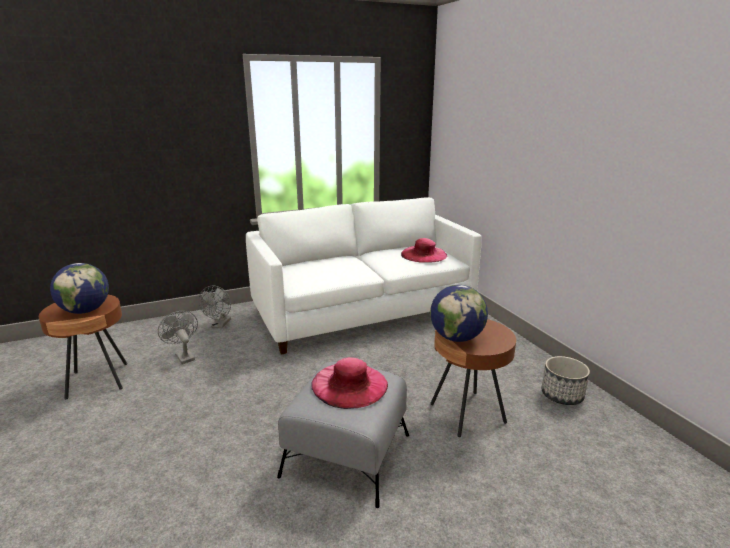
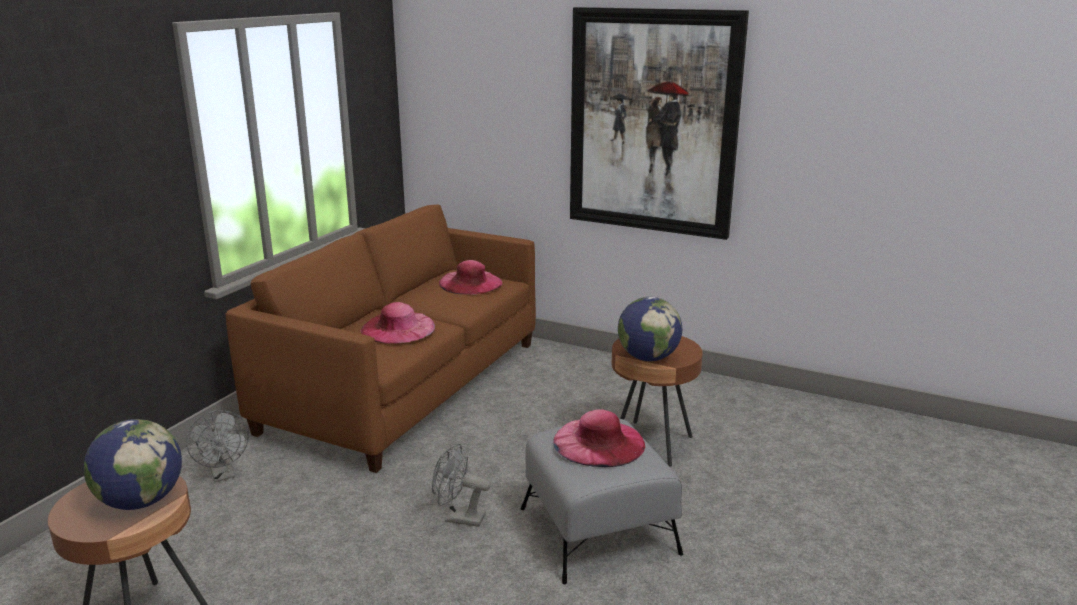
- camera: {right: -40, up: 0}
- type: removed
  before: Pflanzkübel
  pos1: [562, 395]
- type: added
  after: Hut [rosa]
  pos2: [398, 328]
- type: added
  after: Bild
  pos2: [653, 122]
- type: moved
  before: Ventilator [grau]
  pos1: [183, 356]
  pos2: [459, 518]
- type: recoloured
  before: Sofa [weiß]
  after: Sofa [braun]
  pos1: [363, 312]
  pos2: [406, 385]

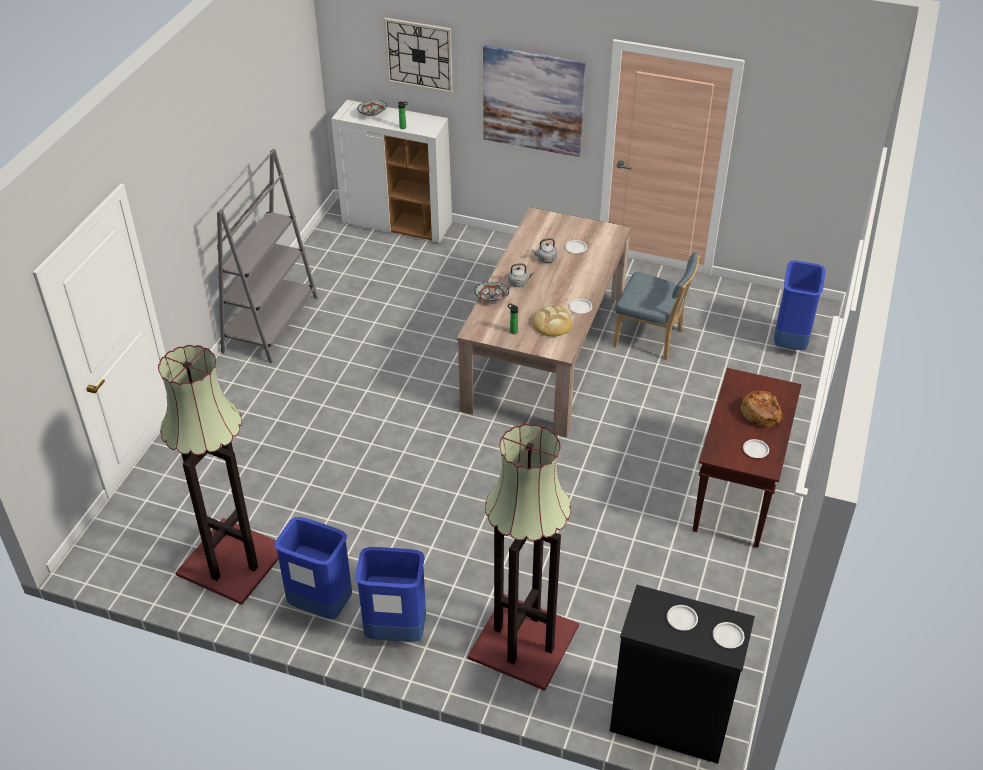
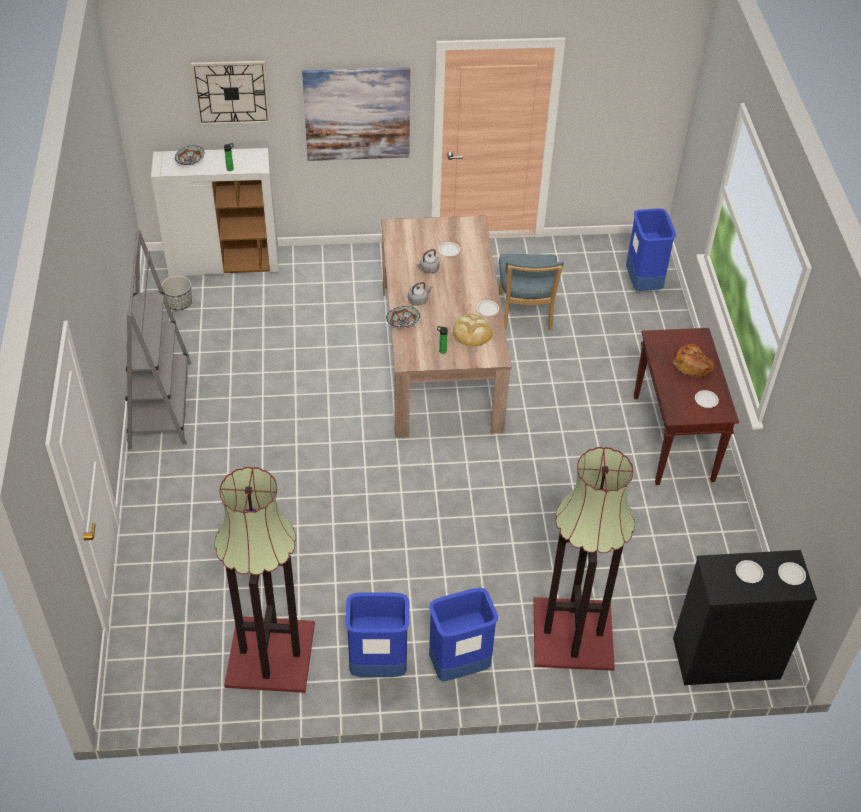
- camera: {right: -25, up: 5}
- type: added
  after: Pflanzkübel
  pos2: [178, 303]
- type: turned
  before: Stuhl [blau]
  pos1: [651, 339]
  pos2: [525, 314]
  turn: 90

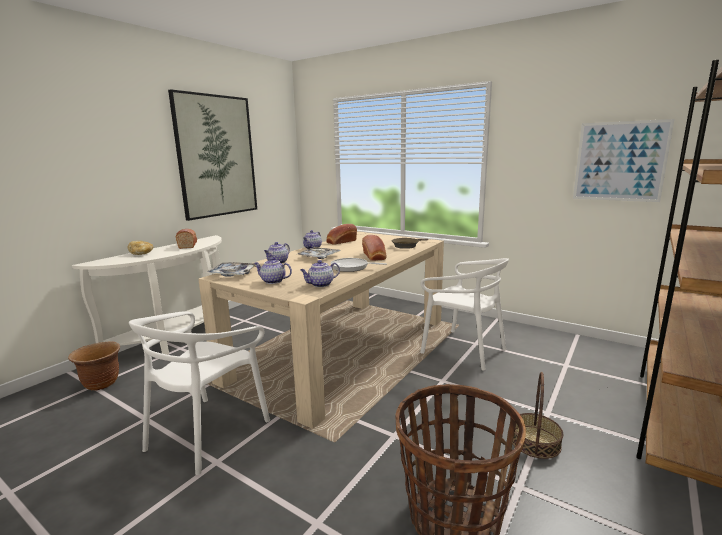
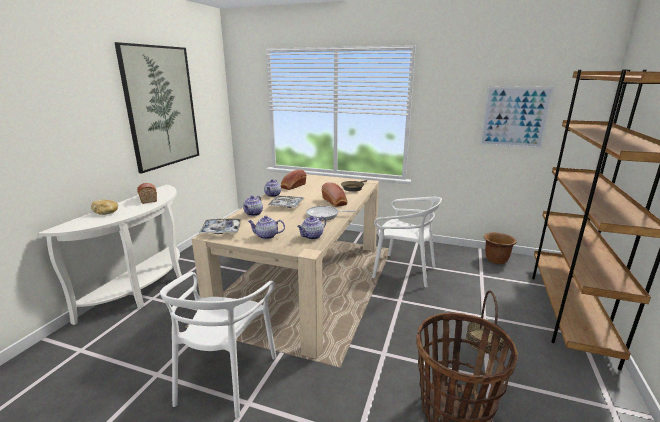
- camera: {right: -15, up: 5}
- type: moved
  before: Pflanzkübel [braun]
  pos1: [101, 383]
  pos2: [496, 260]

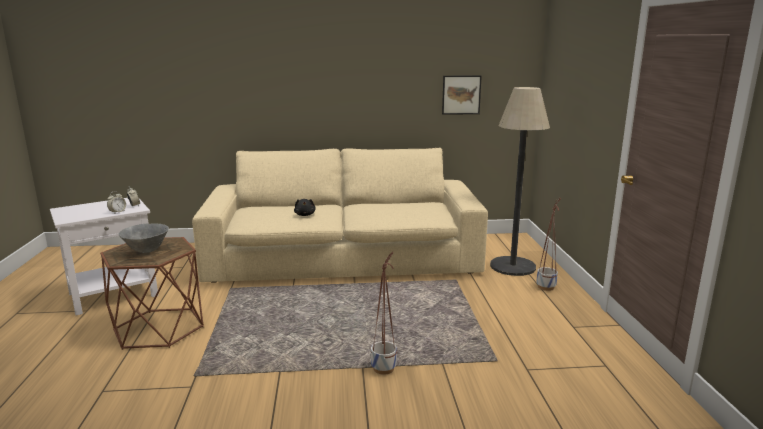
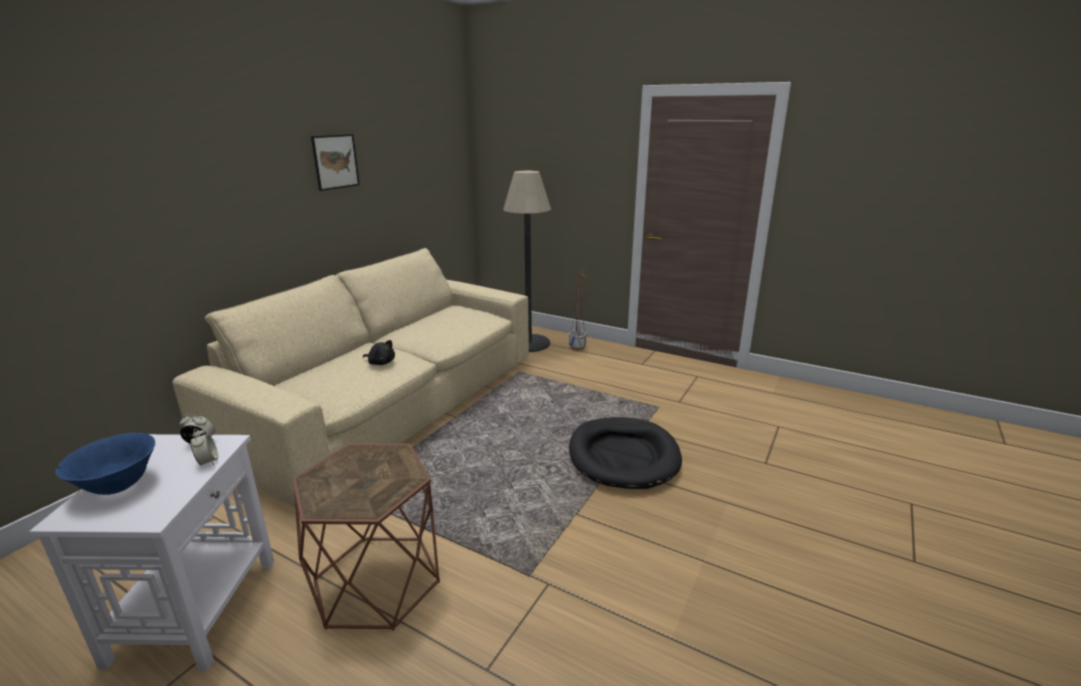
- camera: {right: -55, up: 5}
- type: removed
  before: Schüssel [grau]
  pos1: [146, 251]
- type: added
  after: Schüssel [blau]
  pos2: [118, 487]
- type: moved
  before: Bild
  pos1: [461, 95]
  pos2: [335, 161]
- type: replaced
  before: Pflanzkübel
  after: Hundebett [schwarz]
  pos1: [384, 368]
  pos2: [623, 456]

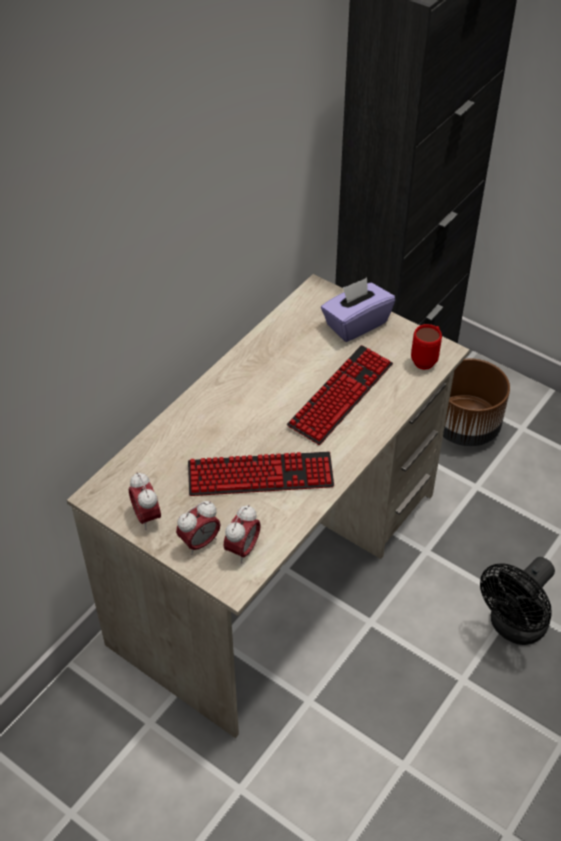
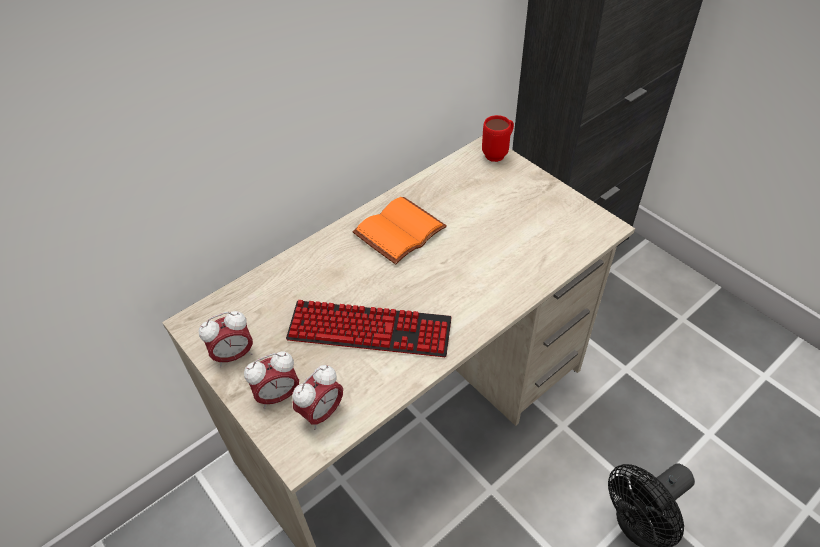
- camera: {right: 15, up: 0}
- type: removed
  before: Tastatur
  pos1: [341, 395]
- type: removed
  before: Taschentuchbox [lila]
  pos1: [356, 323]
- type: removed
  before: Pflanzkübel [braun]
  pos1: [465, 426]
- type: added
  after: Buch [orange]
  pos2: [400, 233]
- type: moved
  before: Henkelbecher [rot]
  pos1: [426, 359]
  pos2: [498, 153]
- type: turned
  before: Wecker
  pos1: [147, 516]
  pos2: [234, 355]
  turn: -105

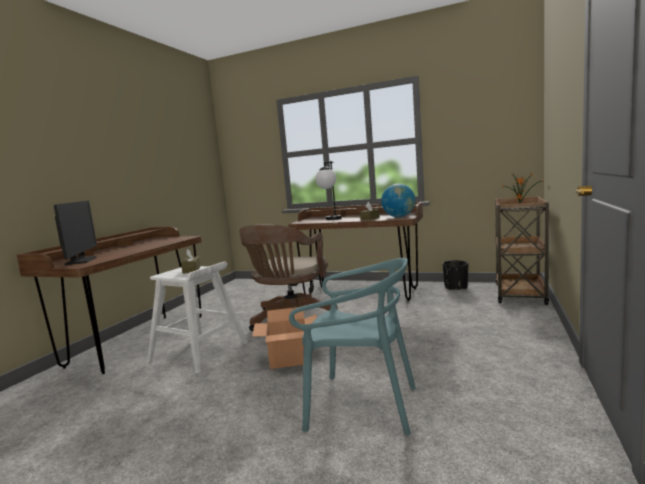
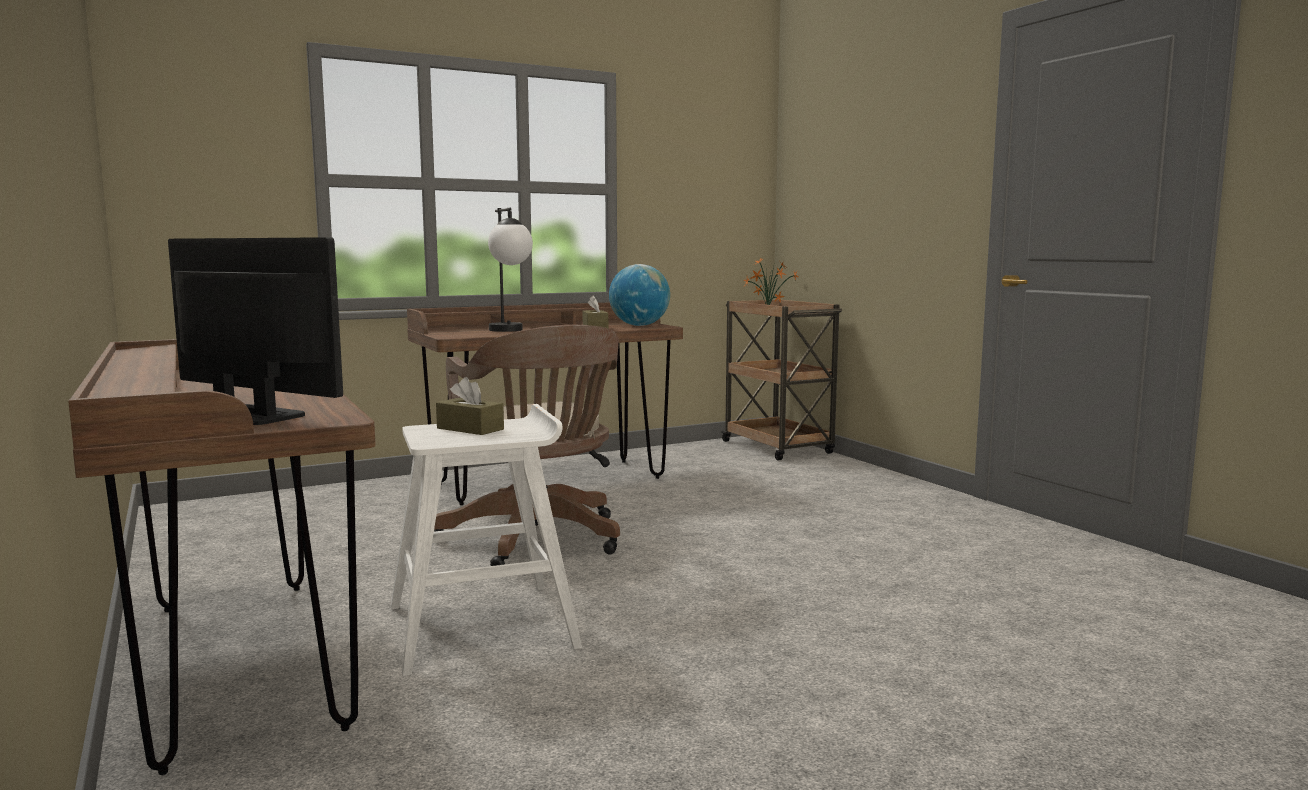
- camera: {right: -50, up: 0}
- type: removed
  before: Karton
  pos1: [290, 358]
- type: removed
  before: Stuhl [türkis]
  pos1: [361, 405]
- type: removed
  before: Pflanzkübel [schwarz]
  pos1: [456, 287]

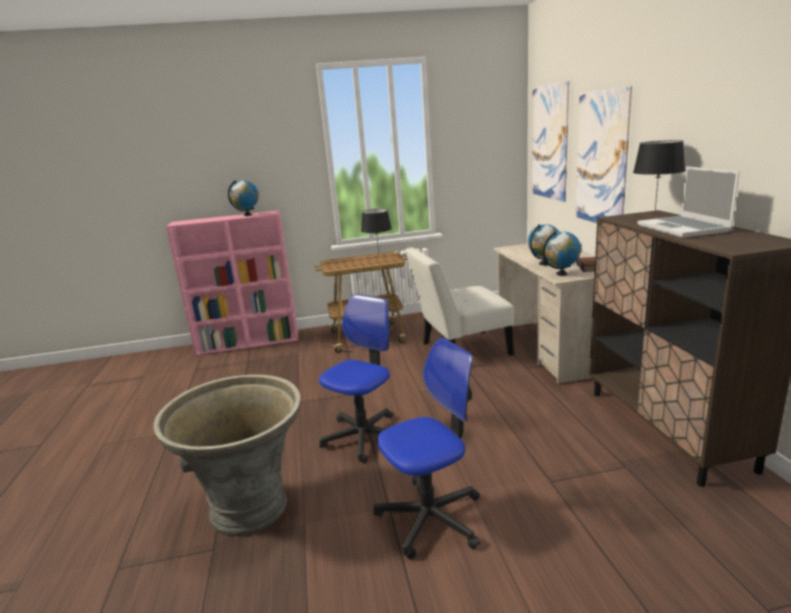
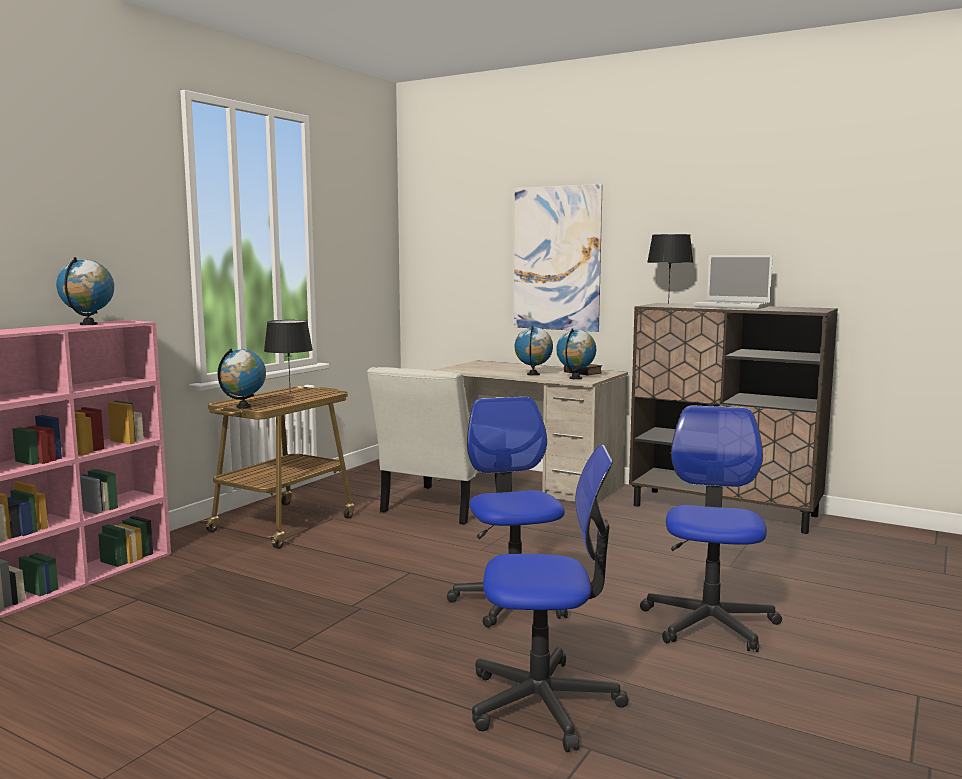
- camera: {right: -50, up: -10}
- type: removed
  before: Bild
  pos1: [549, 142]
- type: added
  after: Globus
  pos2: [243, 406]
- type: replaced
  before: Pflanzkübel [grau]
  after: Bürostuhl
  pos1: [250, 509]
  pos2: [544, 703]

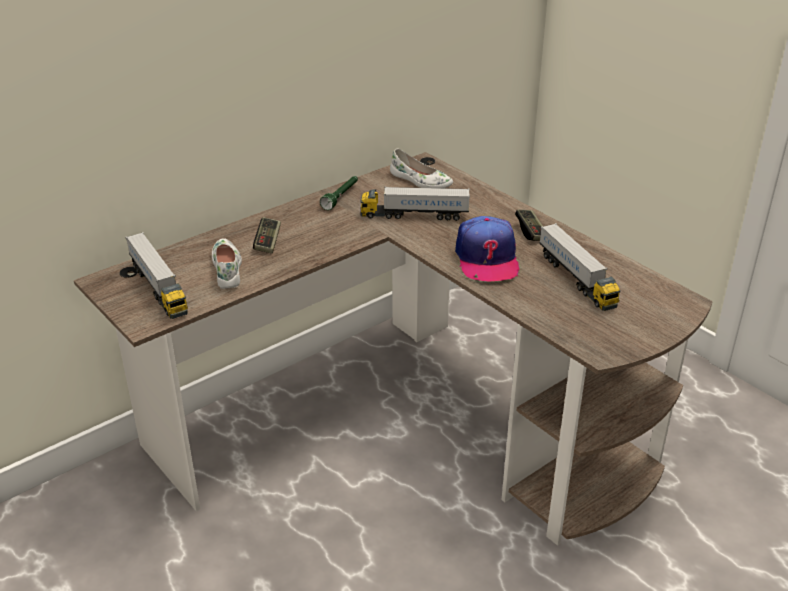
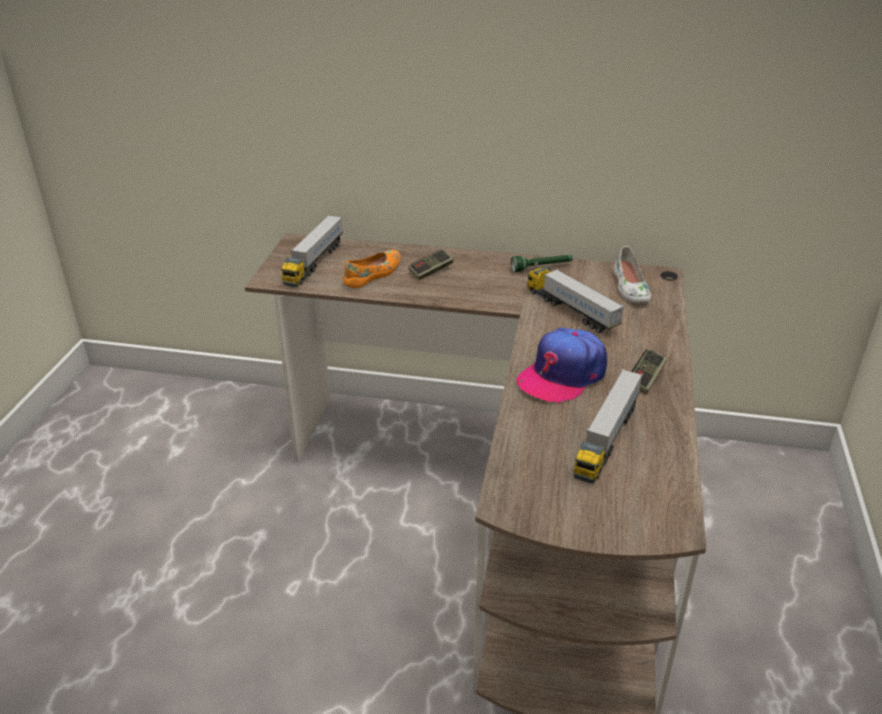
- camera: {right: 50, up: 0}
- type: recoloured
  before: Schuh [weiß]
  after: Schuh [orange]
  pos1: [228, 269]
  pos2: [373, 274]

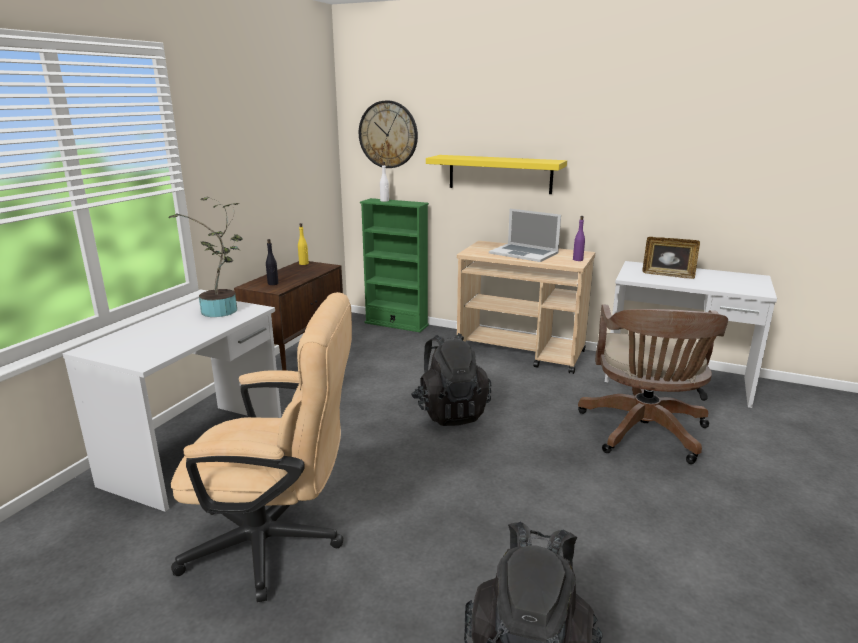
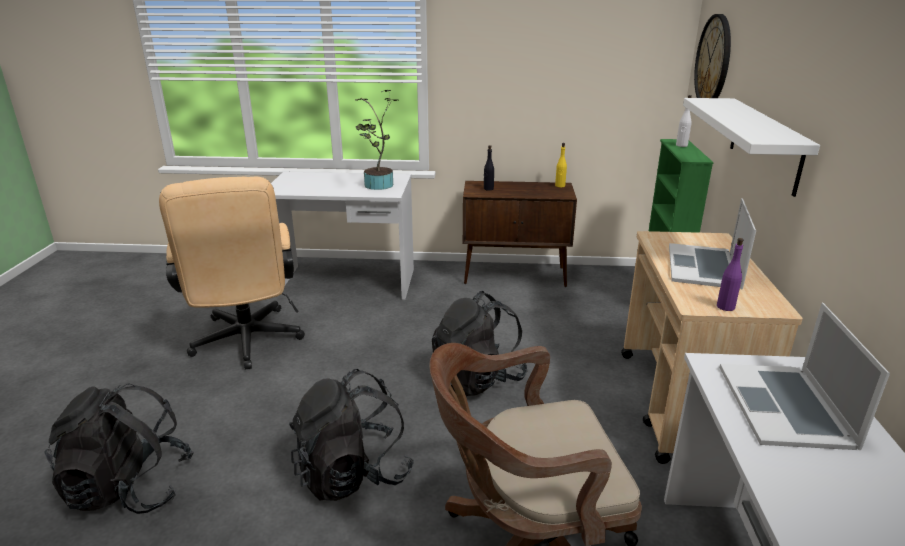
- camera: {right: 70, up: 5}
- type: added
  after: Rucksack [schwarz]
  pos2: [353, 474]
- type: replaced
  before: Bilderrahmen
  after: Laptop
  pos1: [668, 275]
  pos2: [785, 405]
- type: recoloured
  before: Wandregal [gelb]
  after: Wandregal [weiß]
  pos1: [500, 174]
  pos2: [765, 144]

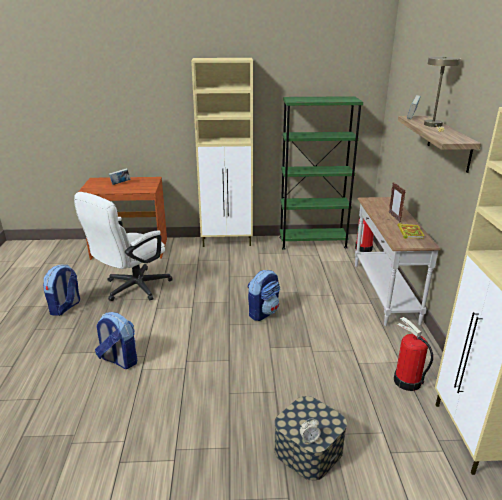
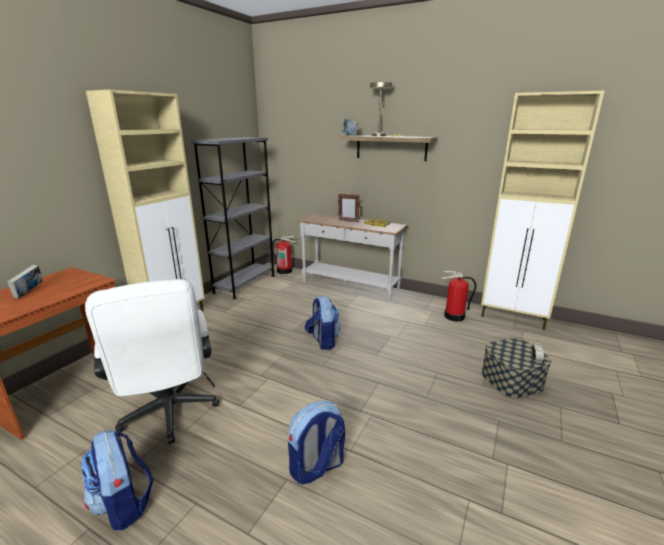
- camera: {right: -60, up: -5}
- type: recoloured
  before: Bücherregal [grün]
  after: Bücherregal [grau]
  pos1: [312, 242]
  pos2: [245, 284]

